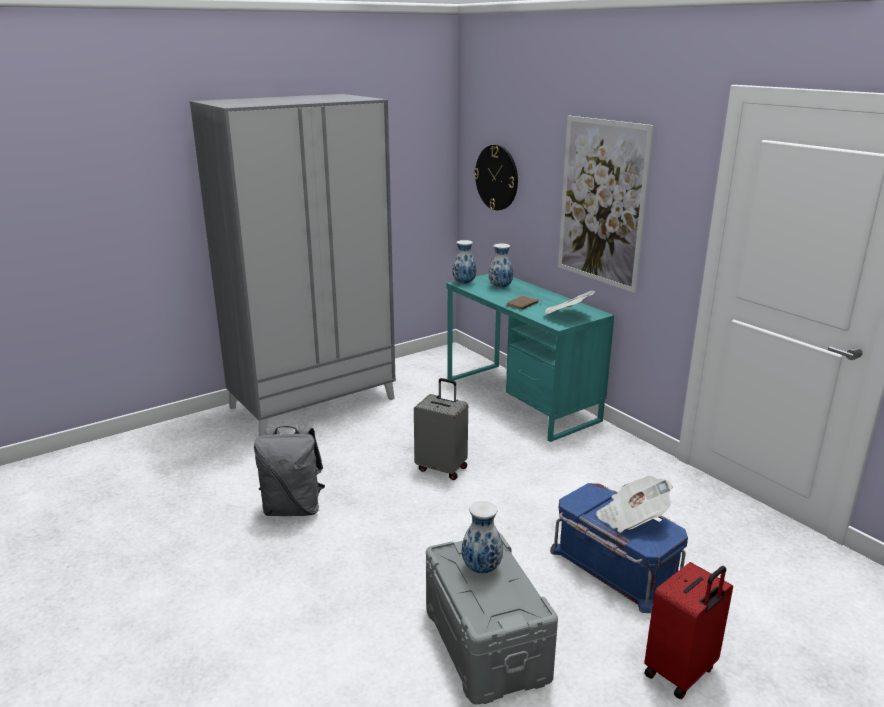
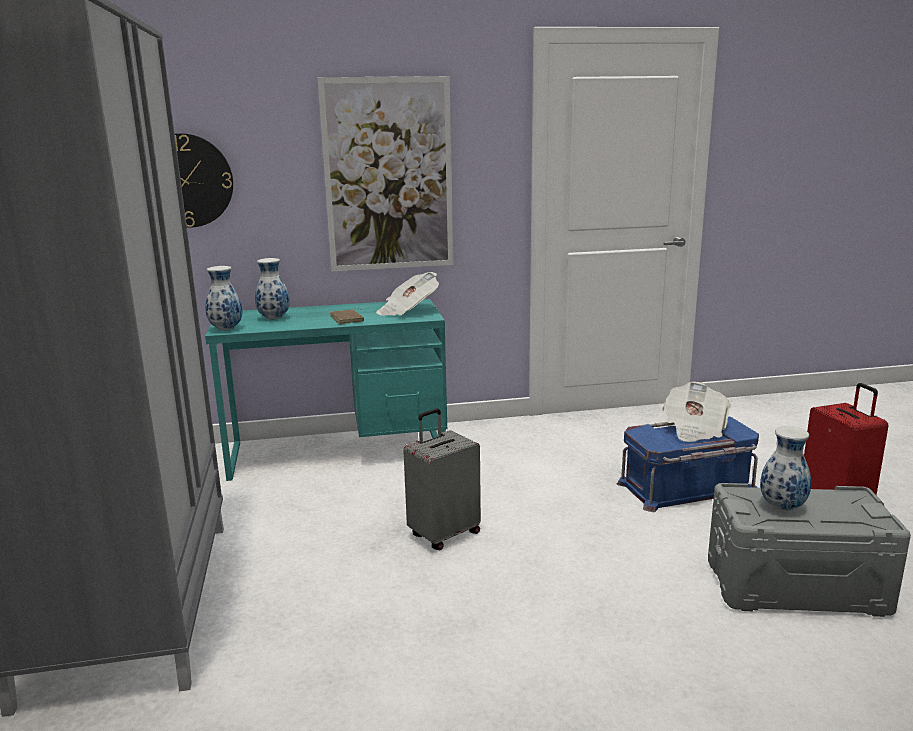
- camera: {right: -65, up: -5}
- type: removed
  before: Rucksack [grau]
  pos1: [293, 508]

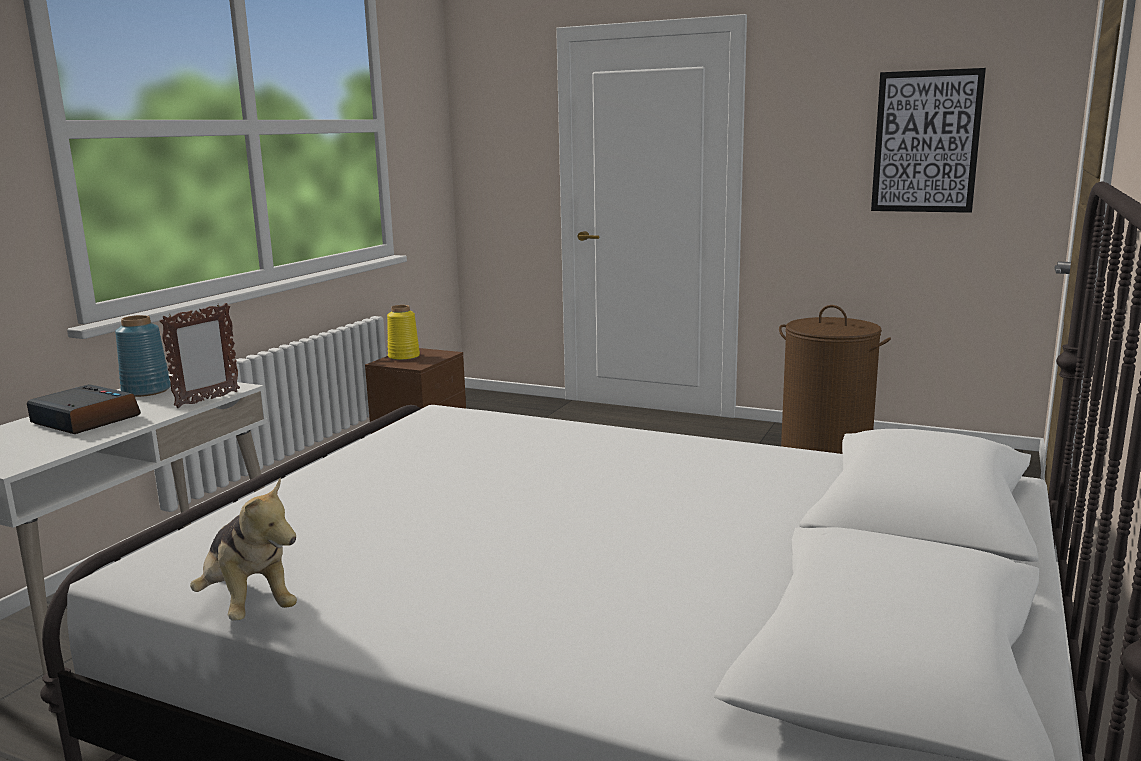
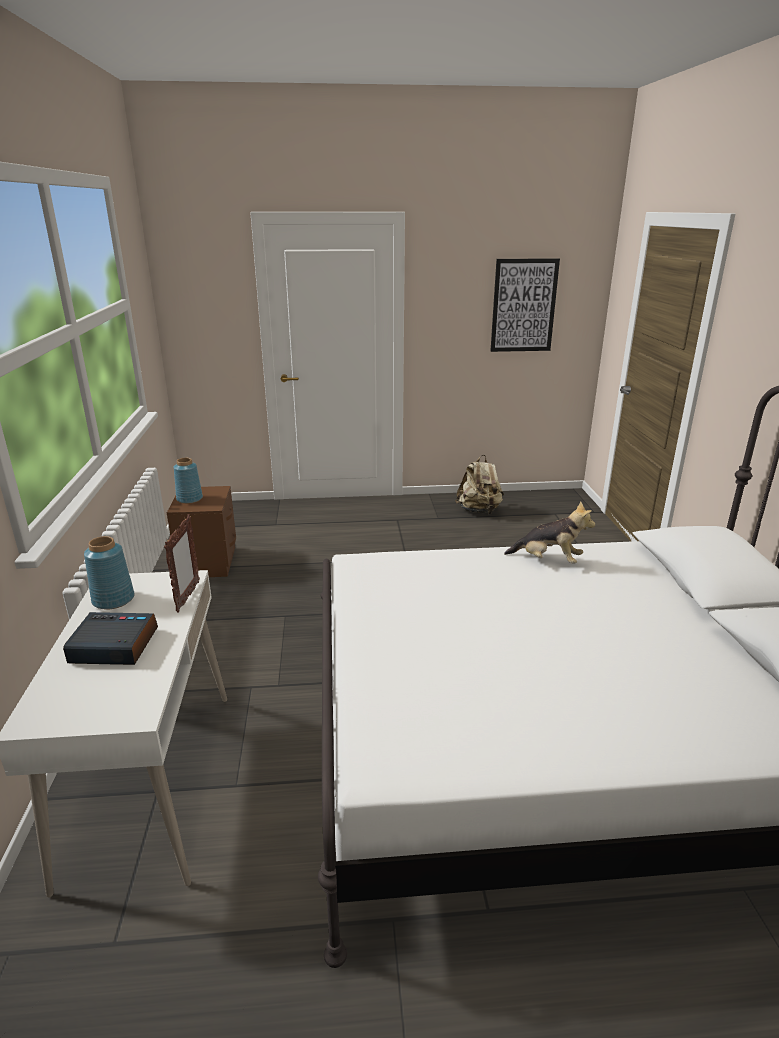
- camera: {right: -30, up: 10}
- type: moved
  before: Plüschtier
  pos1: [248, 605]
  pos2: [548, 560]
- type: replaced
  before: Wäschekorb [braun]
  after: Rucksack [beige]
  pos1: [826, 451]
  pos2: [479, 511]
- type: recoloured
  before: Vase [gelb]
  after: Vase [blau]
  pos1: [404, 357]
  pos2: [190, 499]

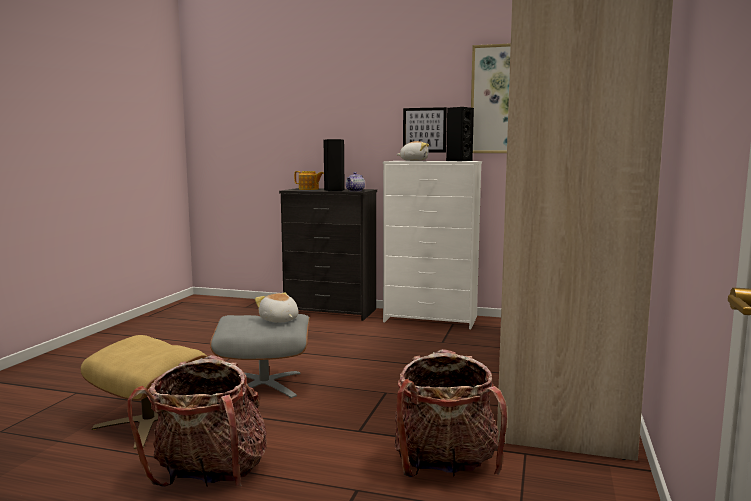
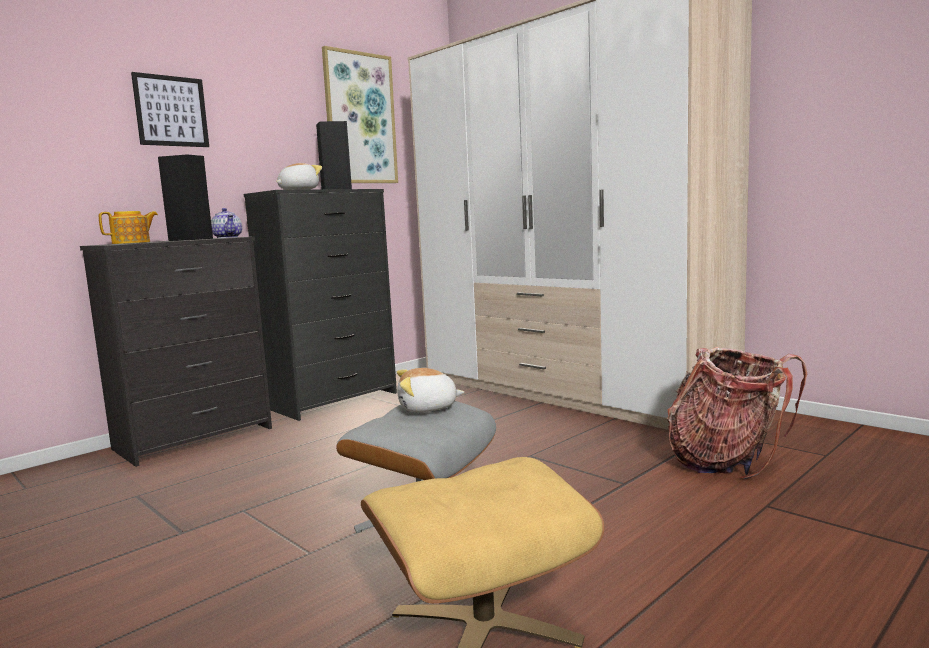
- camera: {right: -60, up: 0}
- type: removed
  before: Rucksack
  pos1: [209, 476]
- type: moved
  before: Bild
  pos1: [424, 130]
  pos2: [171, 111]
- type: recoloured
  before: Kommode [weiß]
  after: Kommode [schwarz]
  pos1: [431, 319]
  pos2: [334, 400]

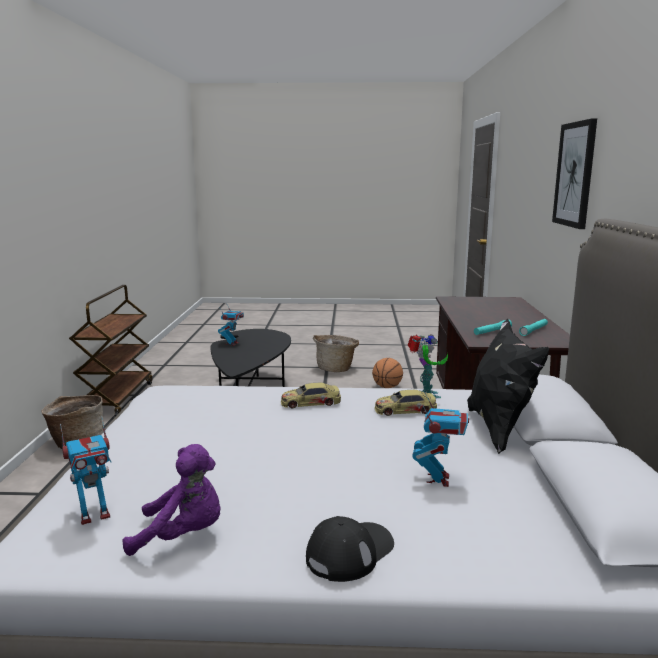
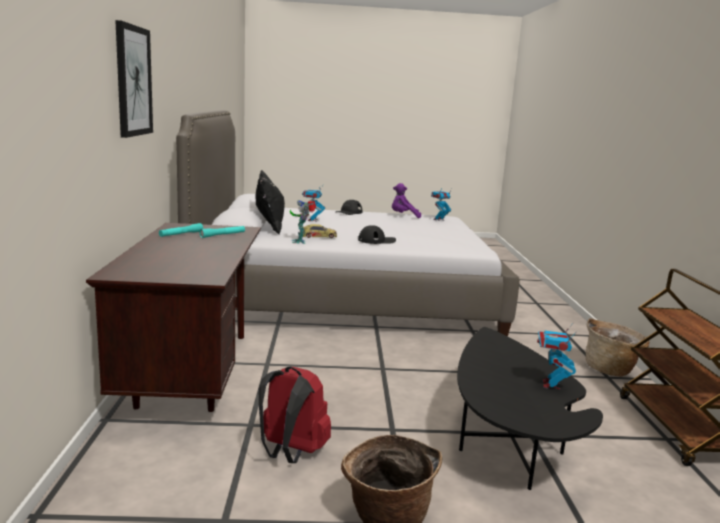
- camera: {right: 175, up: 0}
- type: replaced
  before: Spielzeugauto
  after: Kappe [schwarz]
  pos1: [310, 402]
  pos2: [377, 240]
- type: replaced
  before: Basketball
  after: Rucksack [rot]
  pos1: [387, 387]
  pos2: [290, 453]

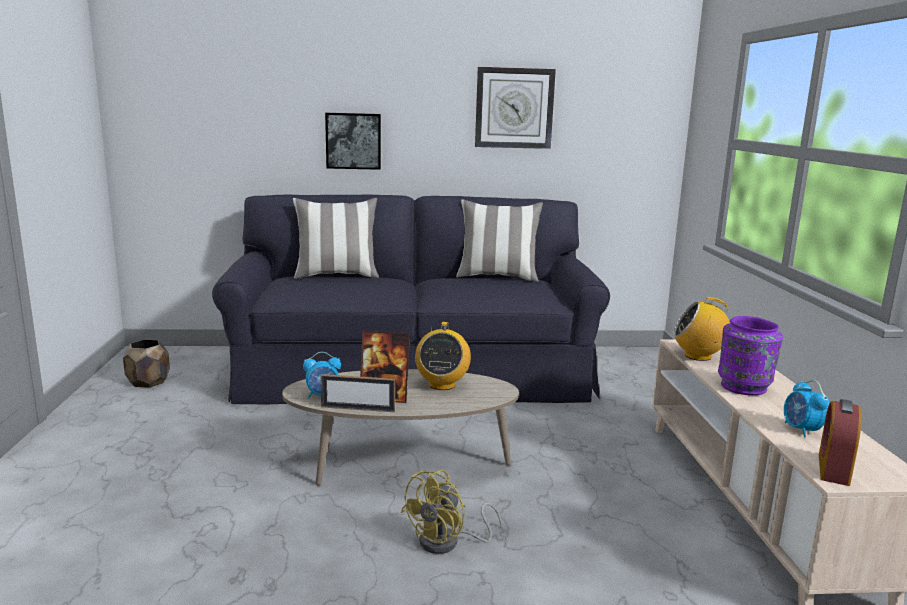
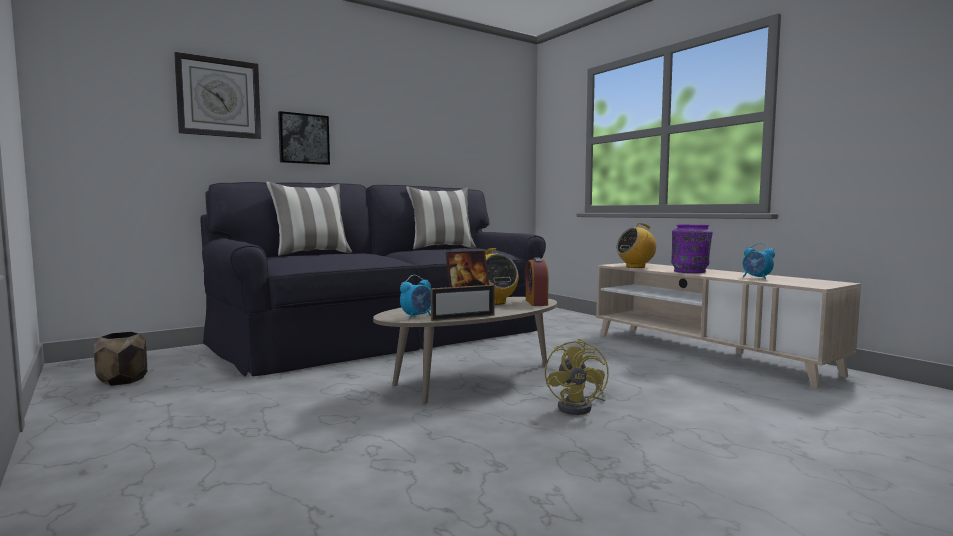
- camera: {right: -30, up: -10}
- type: moved
  before: Wanduhr
  pos1: [514, 108]
  pos2: [219, 98]
- type: moved
  before: Wecker
  pos1: [833, 469]
  pos2: [536, 302]

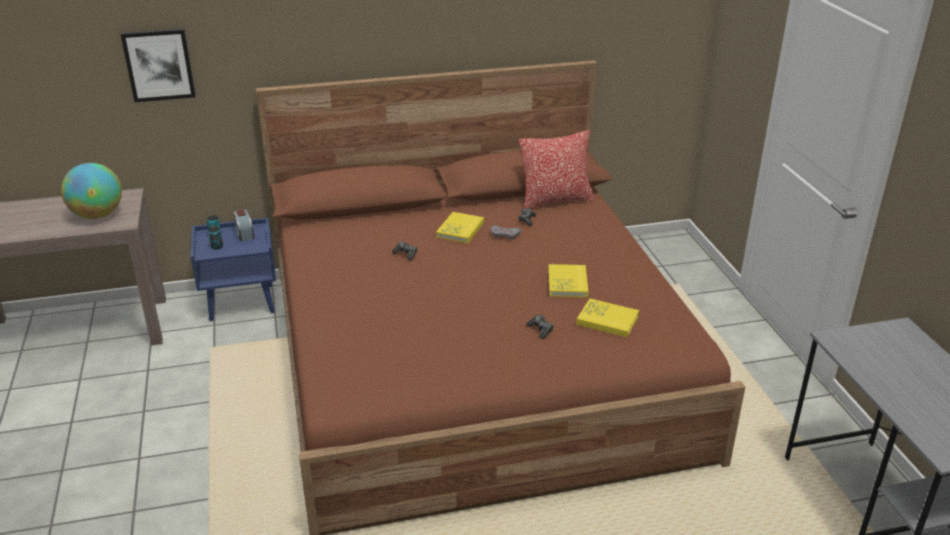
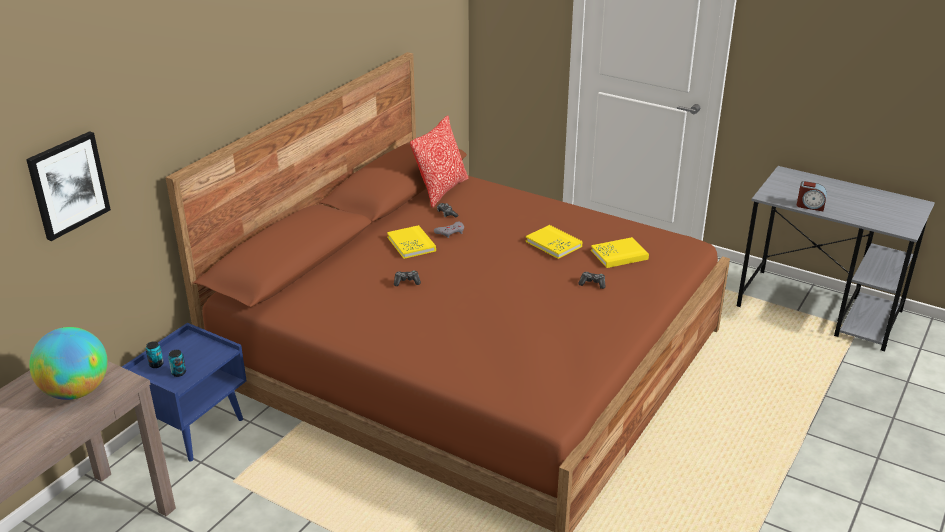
- camera: {right: -45, up: 0}
- type: moved
  before: Wecker
  pos1: [244, 234]
  pos2: [810, 206]

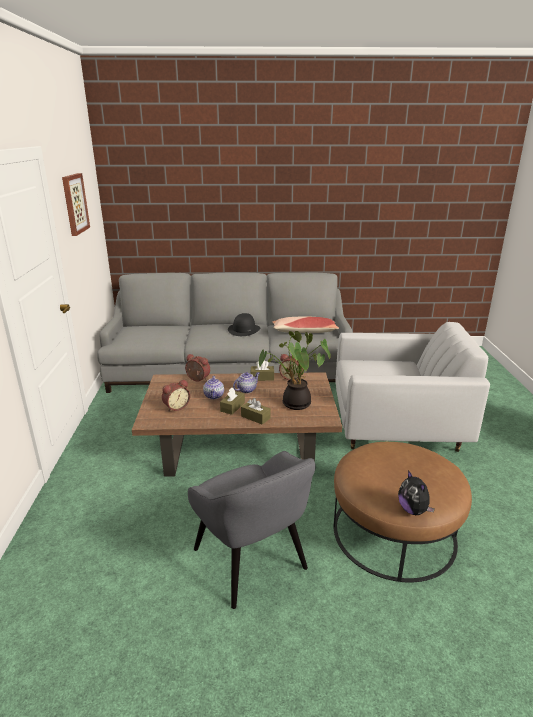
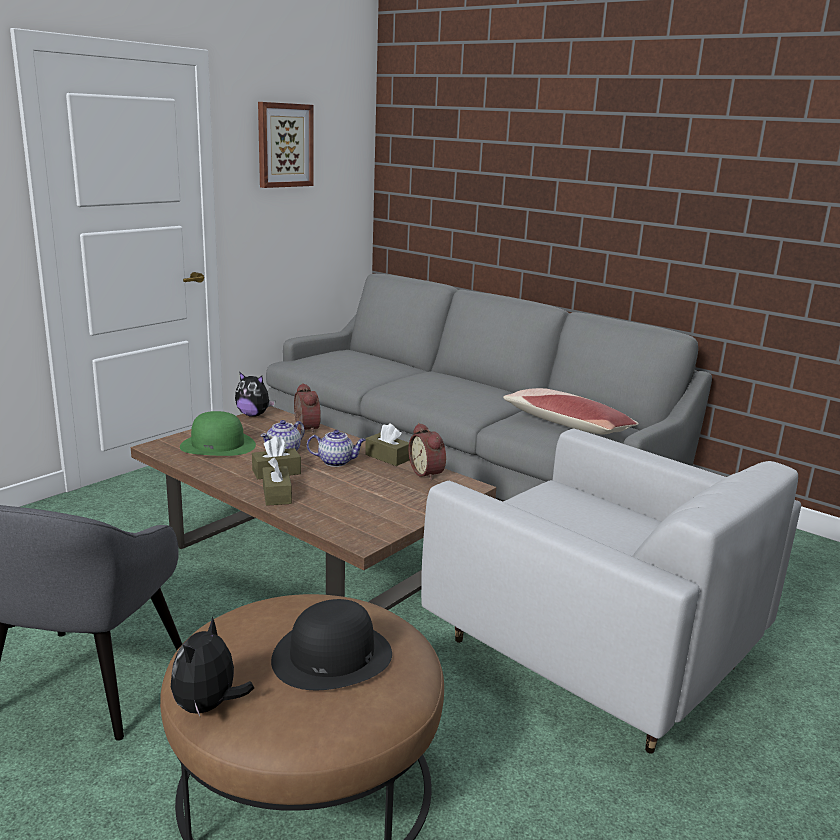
- camera: {right: 40, up: -5}
- type: removed
  before: Topfpflanze
  pos1: [294, 404]
- type: added
  after: Plüschtier
  pos2: [253, 415]
- type: moved
  before: Hut [schwarz]
  pos1: [244, 329]
  pos2: [332, 656]
- type: replaced
  before: Wecker
  after: Hut [grün]
  pos1: [176, 407]
  pos2: [218, 445]

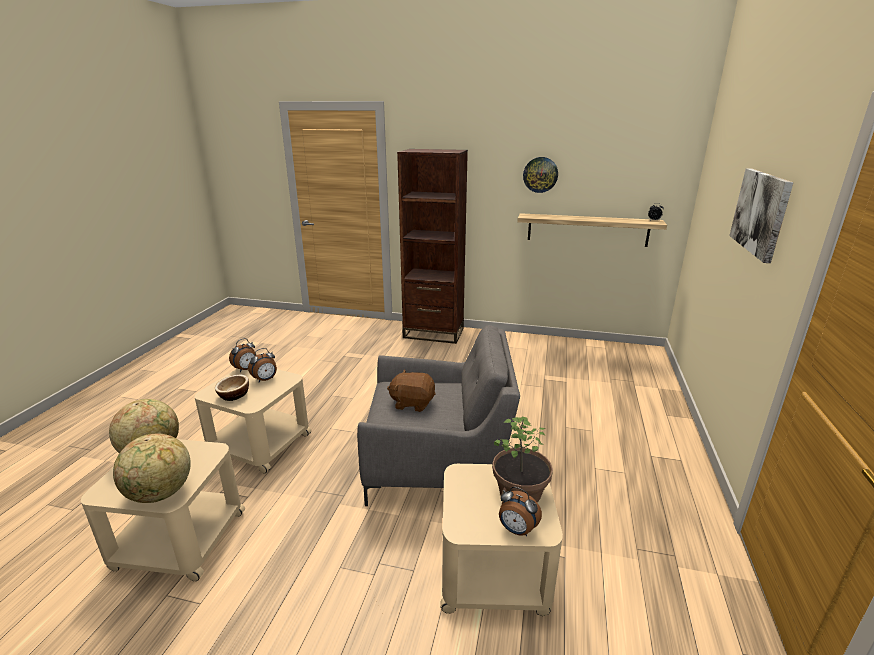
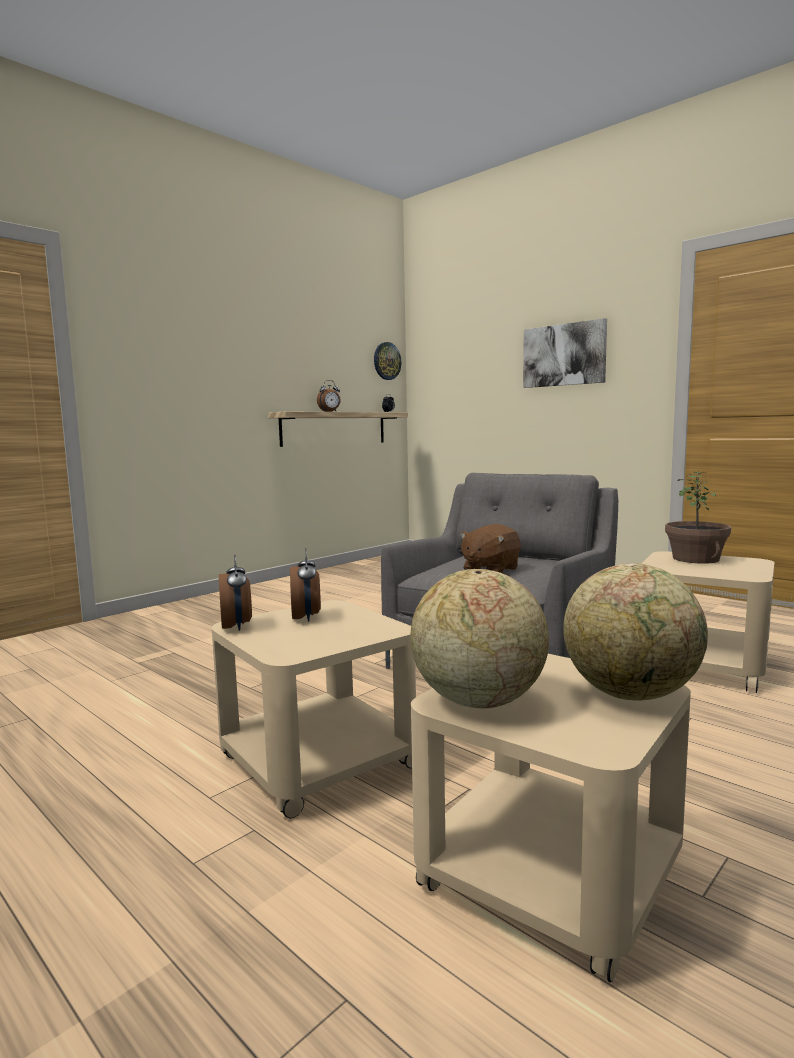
- camera: {right: -60, up: -15}
- type: removed
  before: Schüssel
  pos1: [234, 395]
- type: removed
  before: Bücherregal [braun]
  pos1: [433, 333]
- type: moved
  before: Wecker
  pos1: [516, 530]
  pos2: [330, 412]
- type: moved
  before: Wanduhr
  pos1: [540, 174]
  pos2: [386, 361]

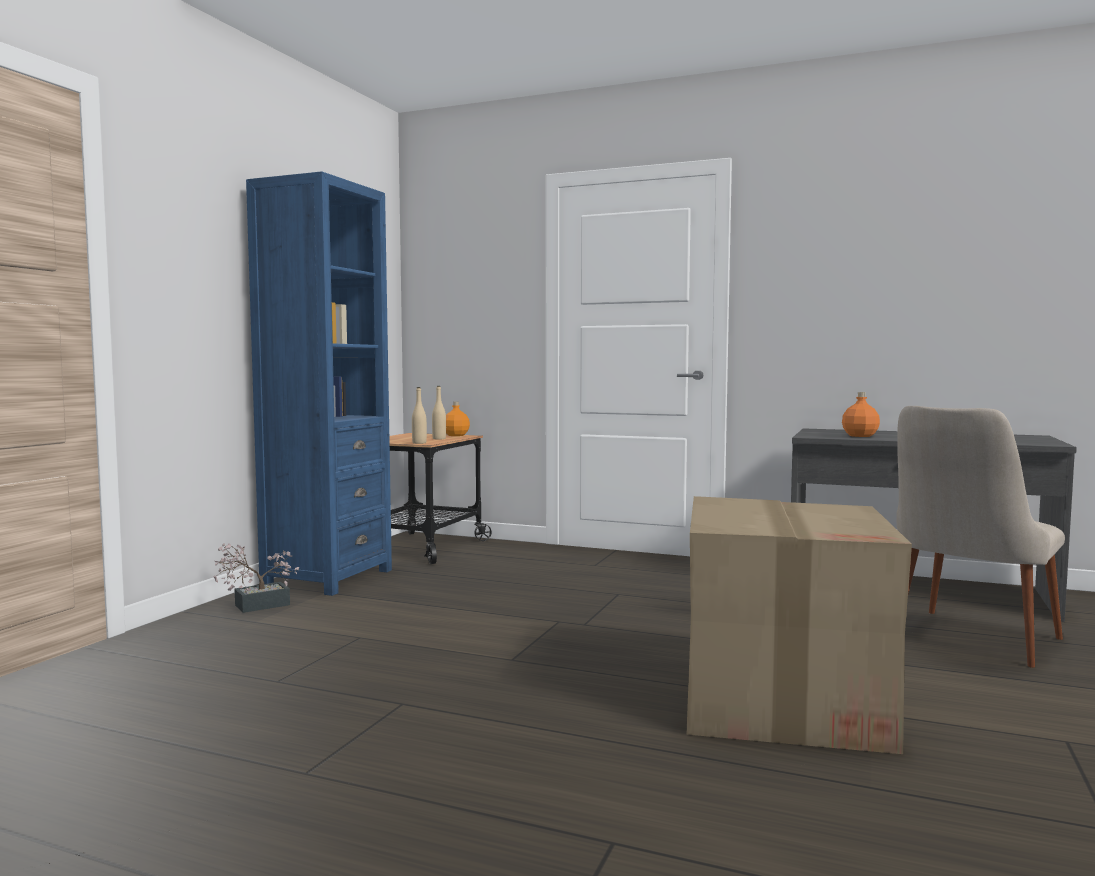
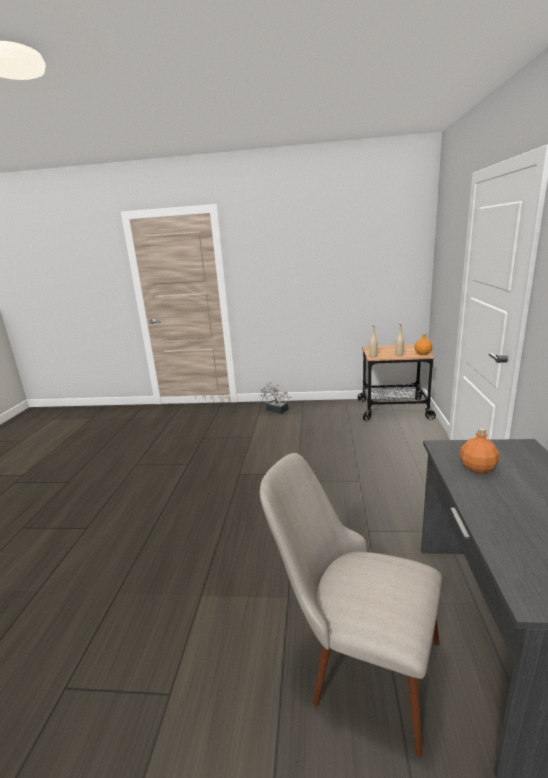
- camera: {right: 75, up: 15}
- type: removed
  before: Bücherregal [blau]
  pos1: [327, 578]
- type: removed
  before: Karton
  pos1: [783, 701]

